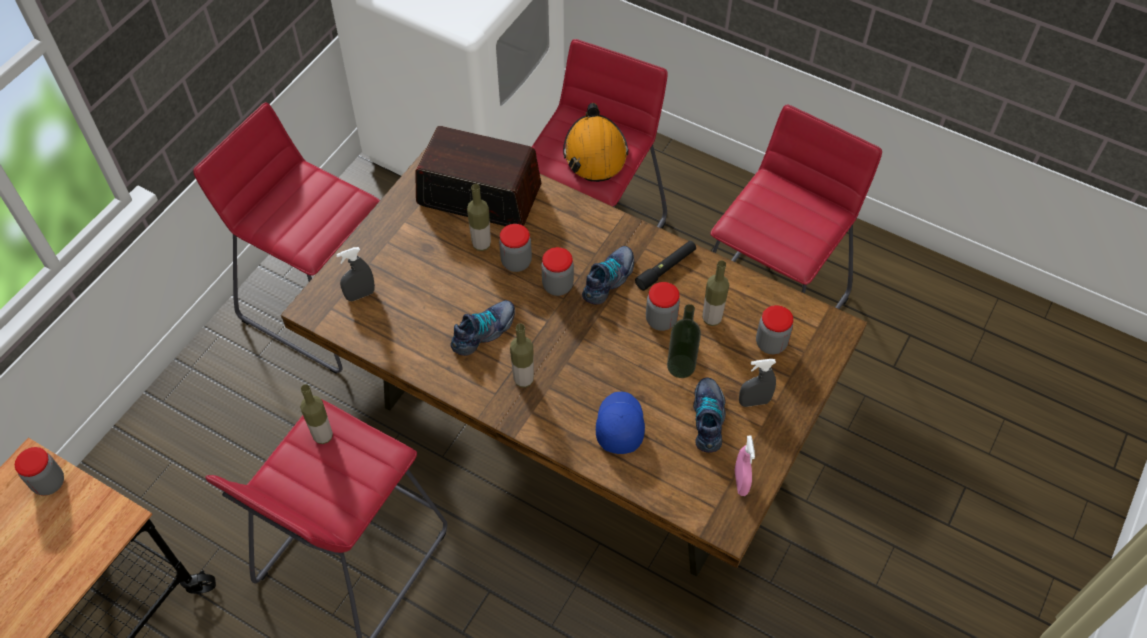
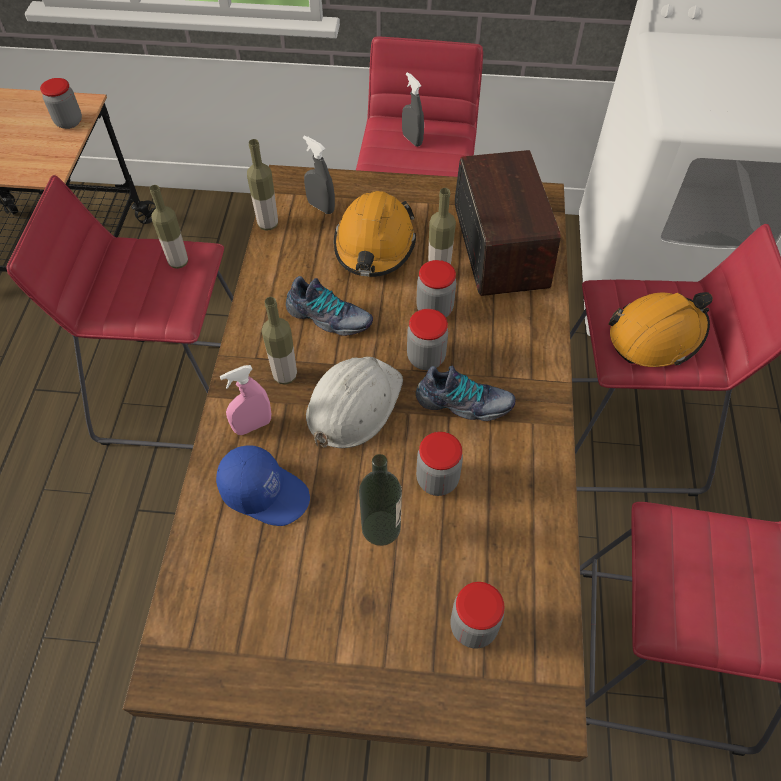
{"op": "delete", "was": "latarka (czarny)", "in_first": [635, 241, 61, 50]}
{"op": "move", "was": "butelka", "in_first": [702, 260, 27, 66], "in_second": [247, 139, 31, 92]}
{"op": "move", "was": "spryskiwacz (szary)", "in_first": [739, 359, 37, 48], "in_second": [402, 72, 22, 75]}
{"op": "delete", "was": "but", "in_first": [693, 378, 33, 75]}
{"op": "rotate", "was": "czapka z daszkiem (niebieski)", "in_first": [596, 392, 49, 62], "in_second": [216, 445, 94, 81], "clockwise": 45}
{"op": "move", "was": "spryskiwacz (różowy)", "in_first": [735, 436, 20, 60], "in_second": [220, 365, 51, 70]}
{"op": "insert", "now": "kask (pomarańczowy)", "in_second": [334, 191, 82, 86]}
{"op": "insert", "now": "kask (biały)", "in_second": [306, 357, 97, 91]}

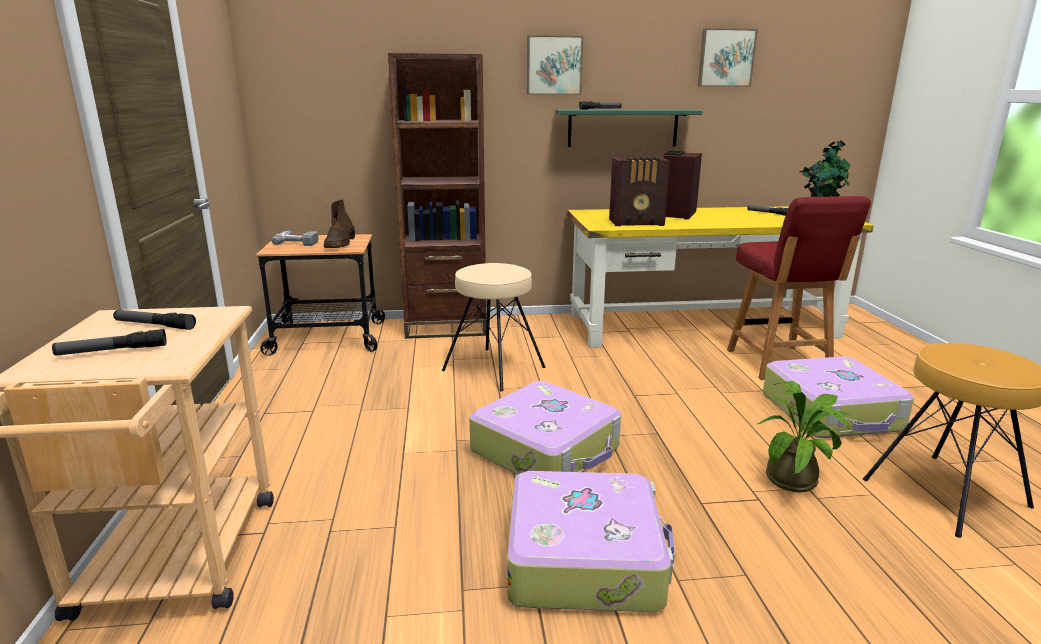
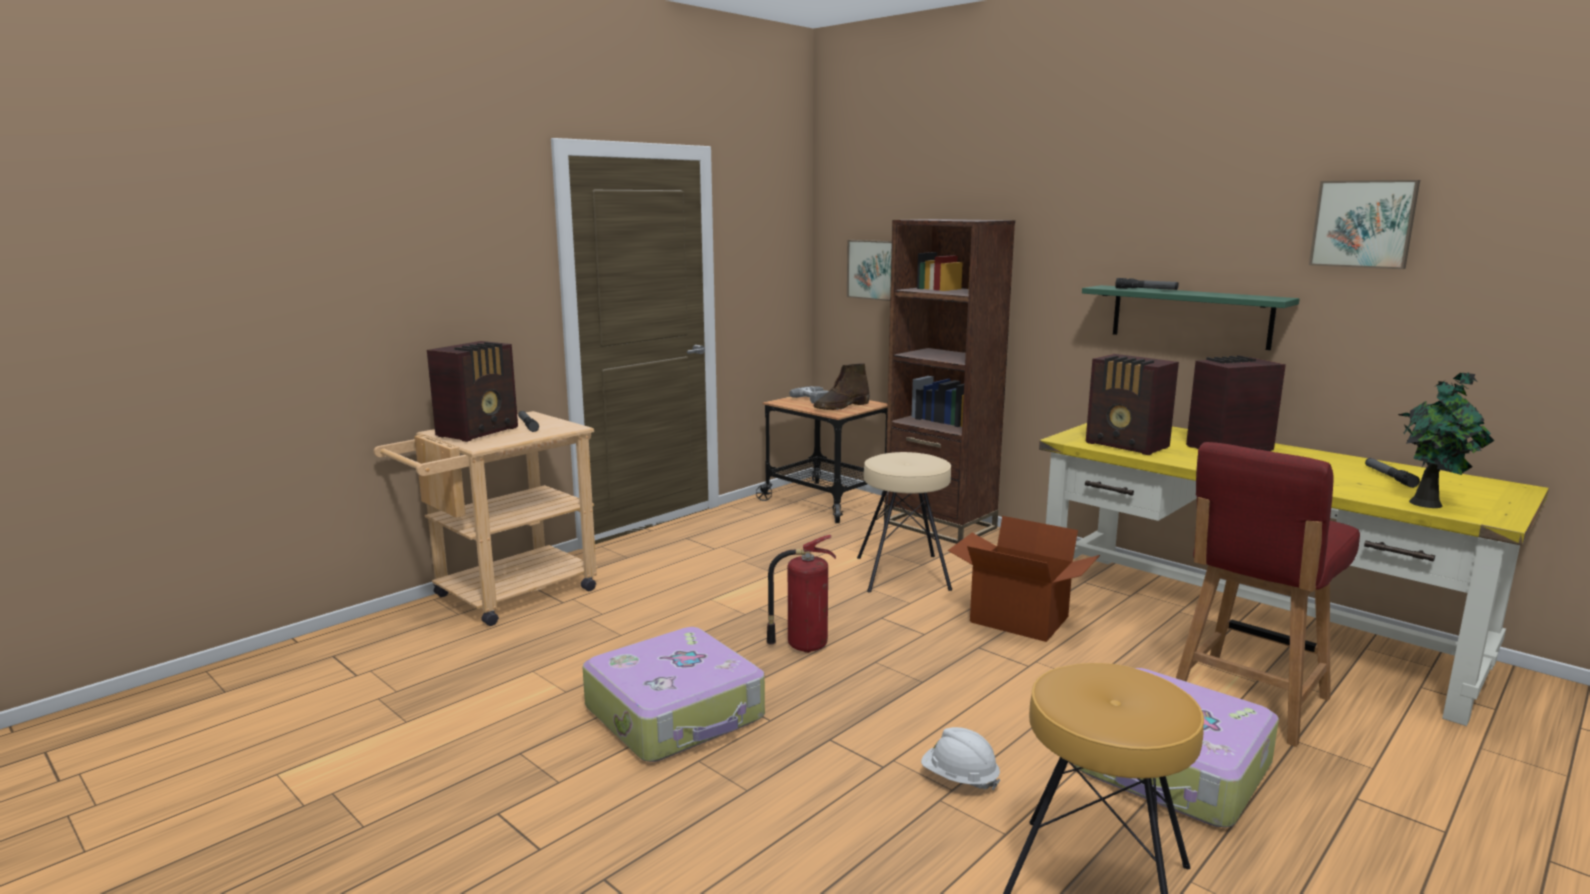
{"op": "move", "was": "obraz", "in_first": [527, 35, 56, 60], "in_second": [847, 240, 45, 61]}
{"op": "replace", "was": "latarka", "now": "radio", "in_first": [52, 329, 114, 27], "in_second": [427, 341, 91, 101]}
{"op": "replace", "was": "walizka", "now": "gaśnica", "in_first": [469, 381, 152, 94], "in_second": [767, 535, 69, 118]}
{"op": "replace", "was": "roślina doniczkowa", "now": "kask (biały)", "in_first": [758, 381, 92, 111], "in_second": [921, 727, 79, 63]}
{"op": "insert", "now": "karton", "in_second": [948, 516, 152, 126]}

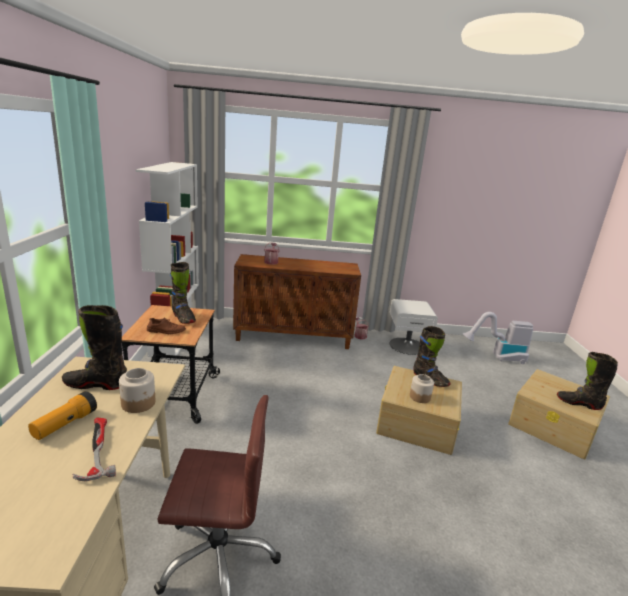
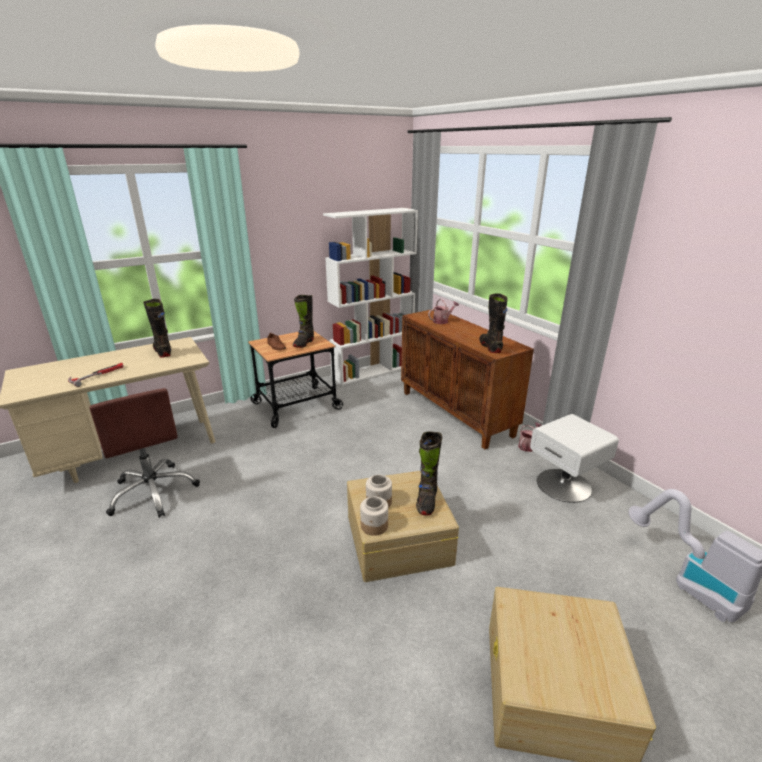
{"op": "move", "was": "but z cholewką (czarny)", "in_first": [557, 352, 61, 58], "in_second": [479, 293, 29, 60]}
{"op": "move", "was": "słoik", "in_first": [119, 368, 36, 45], "in_second": [360, 496, 28, 40]}
{"op": "delete", "was": "latarka", "in_first": [28, 391, 69, 49]}

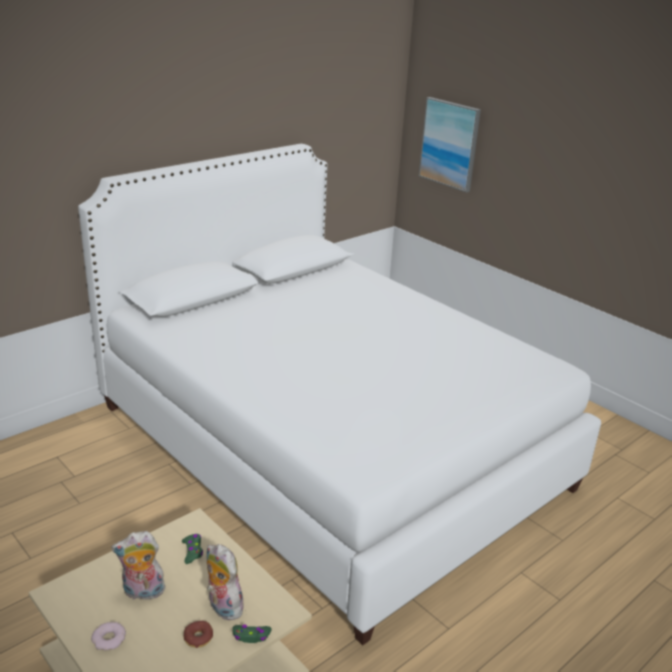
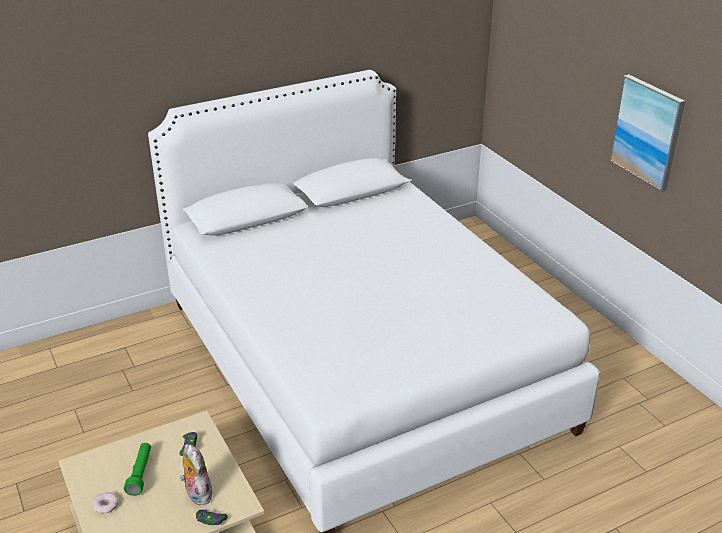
{"op": "move", "was": "obraz", "in_first": [419, 97, 62, 96], "in_second": [609, 75, 76, 117]}
{"op": "replace", "was": "pluszak", "now": "latarka (zielony)", "in_first": [111, 531, 54, 69], "in_second": [124, 443, 27, 53]}
{"op": "delete", "was": "donut", "in_first": [184, 621, 29, 27]}

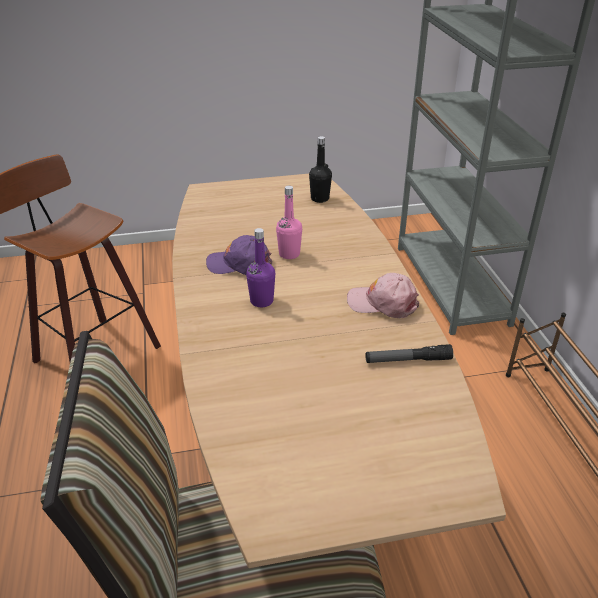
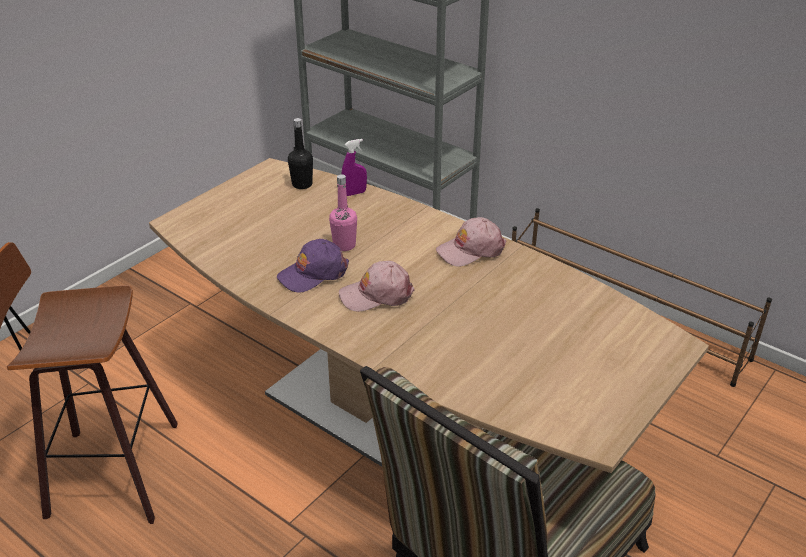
{"op": "replace", "was": "butelka (fioletowy)", "now": "czapka z daszkiem (różowy)", "in_first": [246, 228, 29, 79], "in_second": [339, 261, 76, 51]}
{"op": "delete", "was": "latarka", "in_first": [365, 344, 88, 19]}
{"op": "insert", "now": "spryskiwacz (fioletowy)", "in_second": [341, 139, 26, 57]}

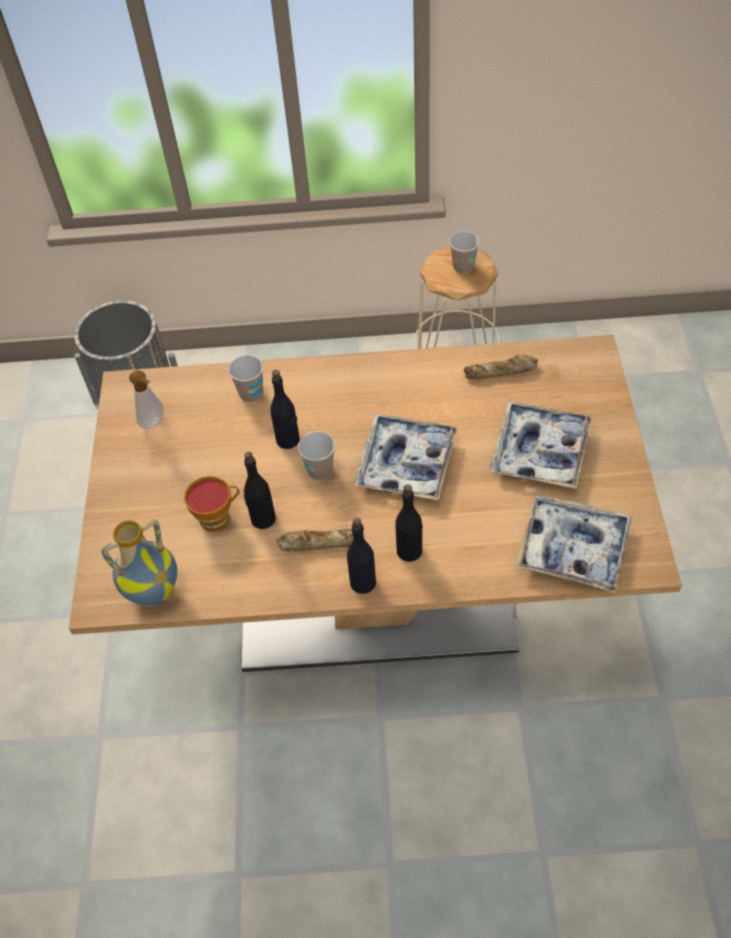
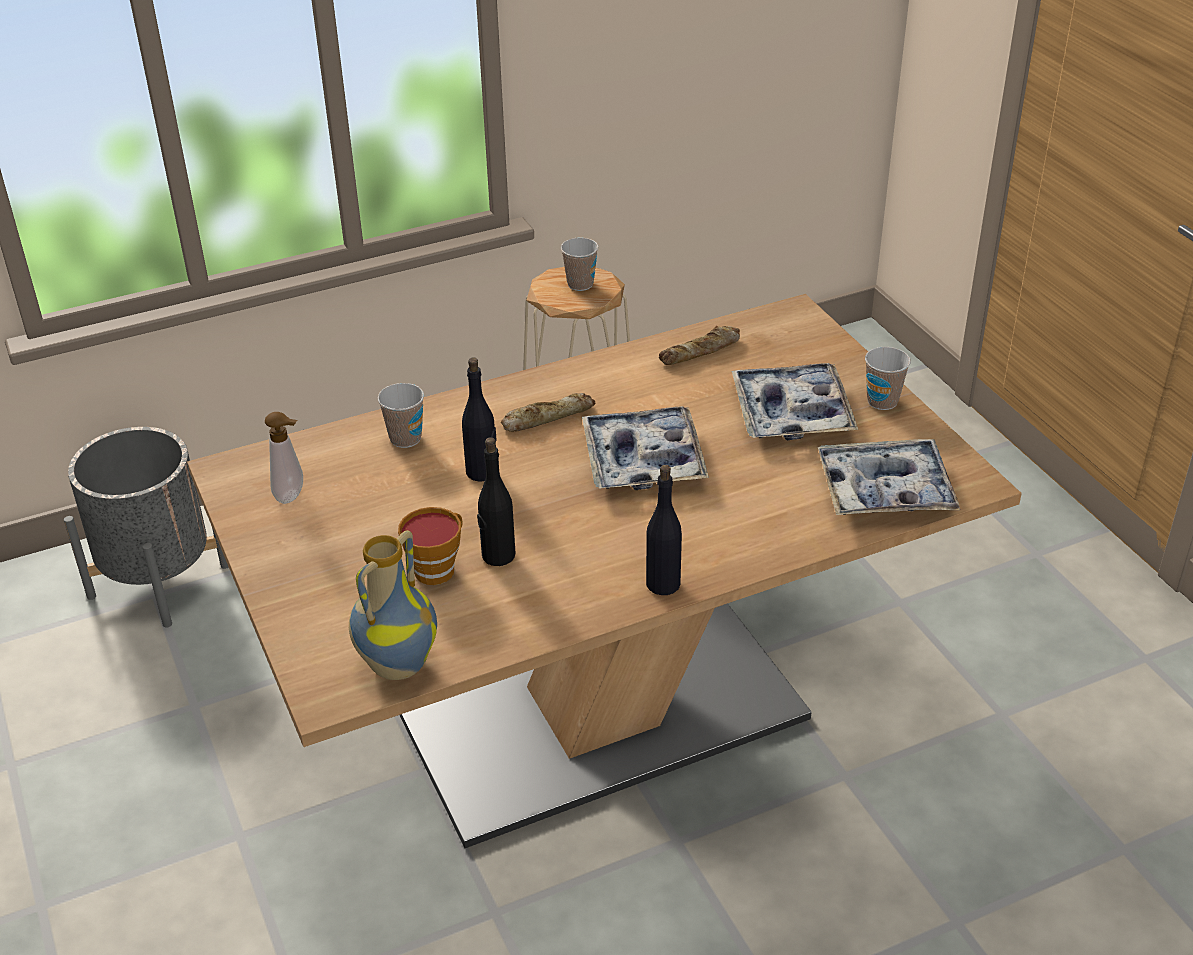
{"op": "move", "was": "filiżanka", "in_first": [298, 431, 37, 49], "in_second": [865, 347, 46, 63]}
{"op": "delete", "was": "butelka (czarny)", "in_first": [395, 484, 28, 78]}
{"op": "move", "was": "chleb", "in_first": [277, 529, 76, 23], "in_second": [501, 393, 95, 39]}

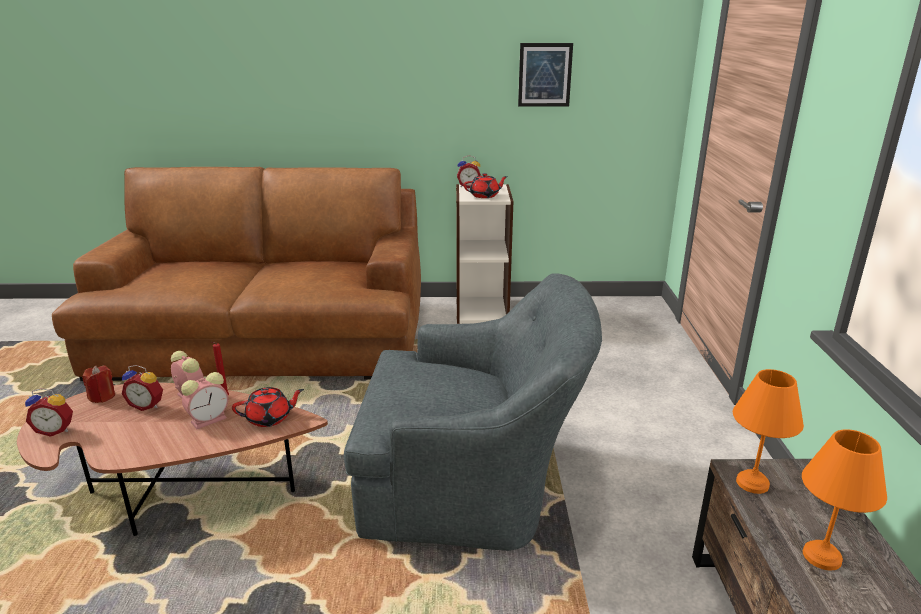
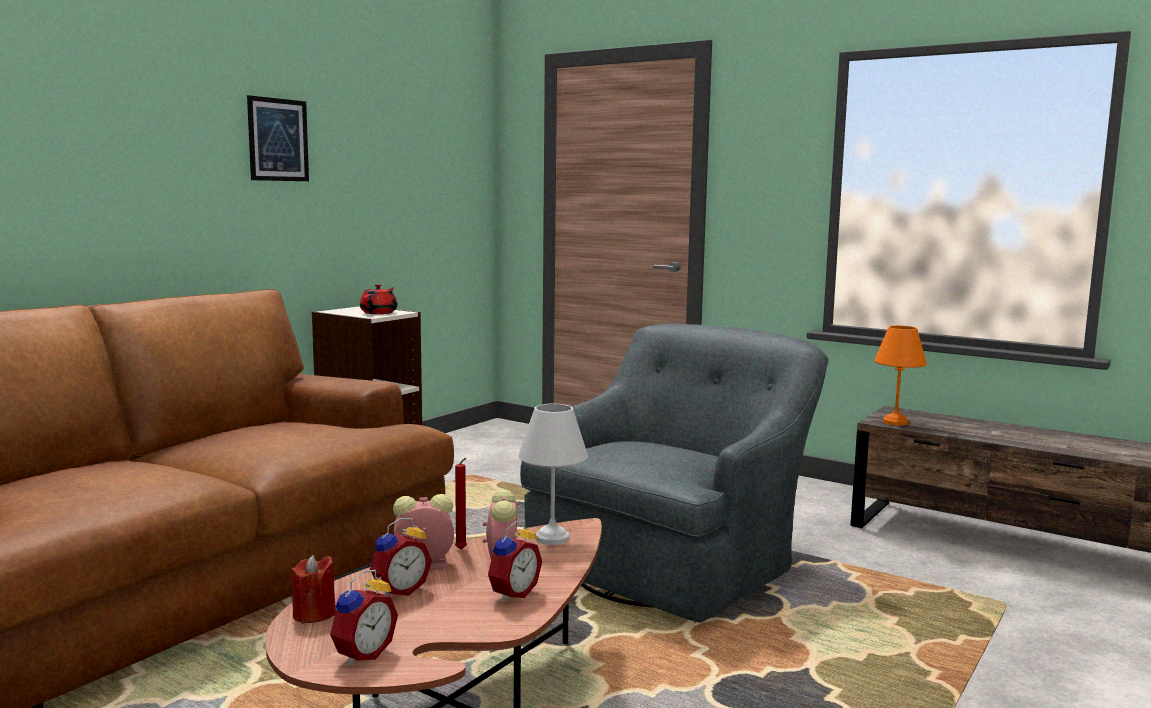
{"op": "move", "was": "obraz", "in_first": [518, 43, 55, 64], "in_second": [247, 95, 62, 86]}
{"op": "move", "was": "budzik", "in_first": [457, 156, 24, 32], "in_second": [488, 521, 54, 81]}
{"op": "replace", "was": "imbryk (czerwony)", "now": "lampa stołowa (biały)", "in_first": [232, 387, 72, 40], "in_second": [518, 404, 70, 141]}
{"op": "delete", "was": "lampa stołowa (pomarańczowy)", "in_first": [802, 429, 85, 141]}

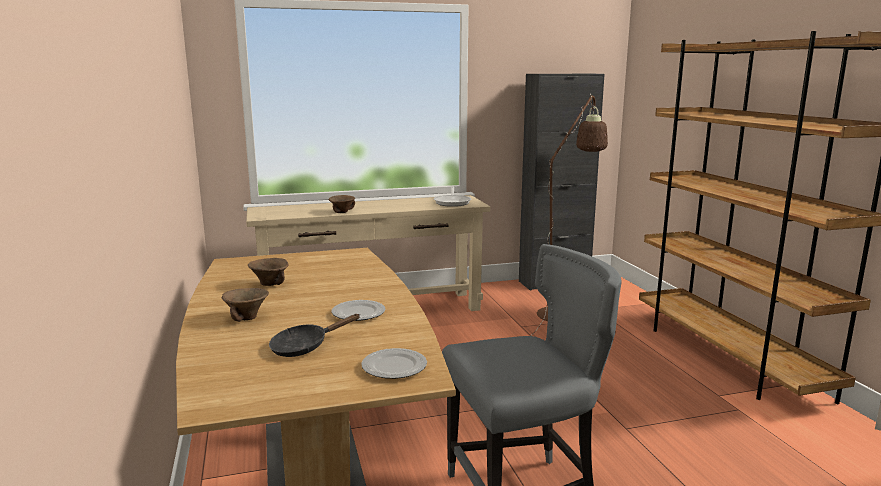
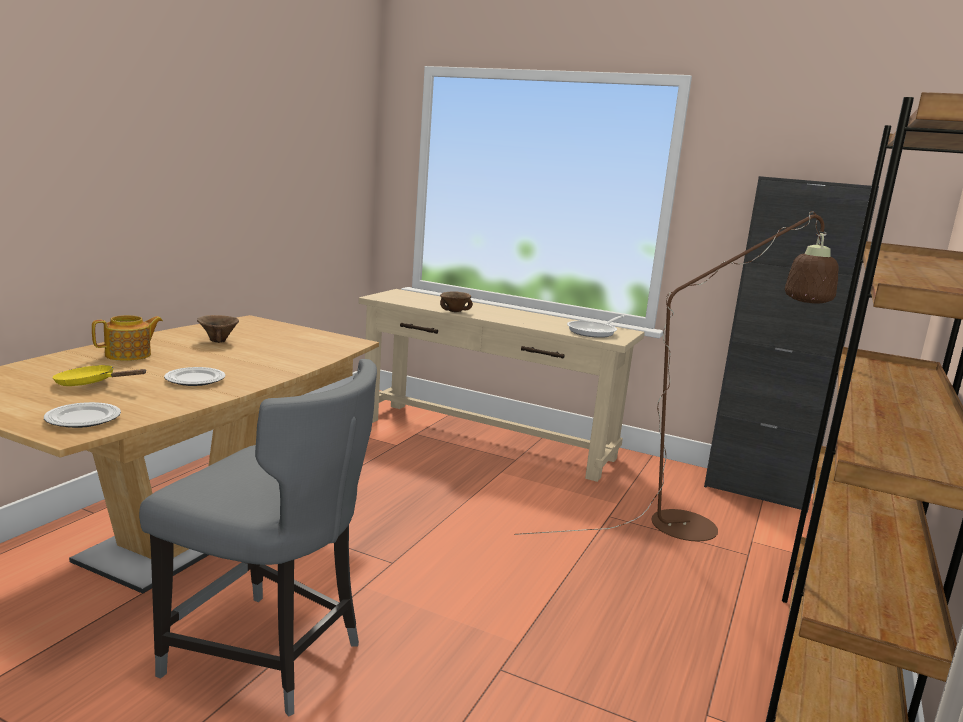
{"op": "replace", "was": "miska (brązowy)", "now": "imbryk", "in_first": [222, 288, 47, 34], "in_second": [92, 315, 71, 46]}
{"op": "recolor", "was": "patelnia (czarny)", "now": "patelnia (żółty)", "in_first": [269, 314, 91, 43], "in_second": [53, 365, 94, 21]}

